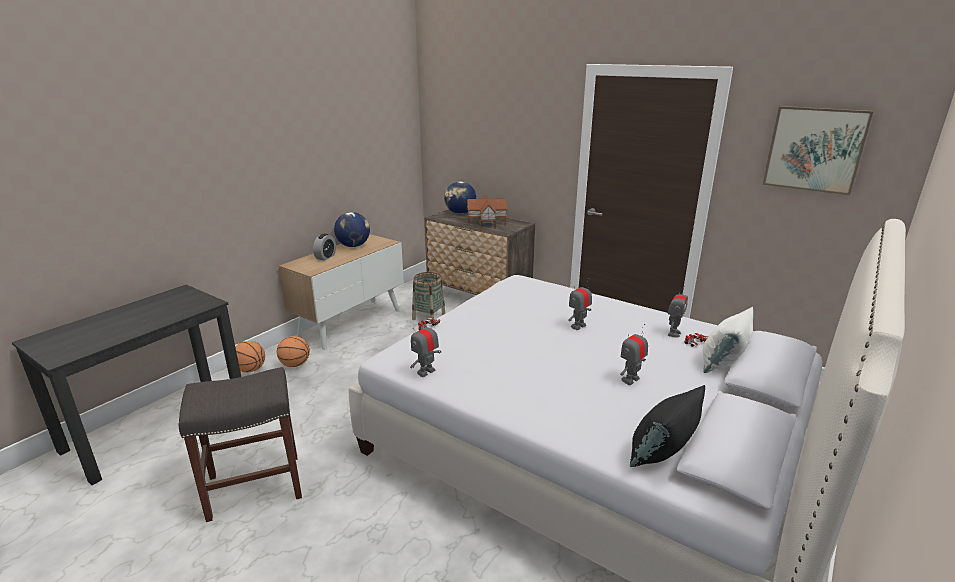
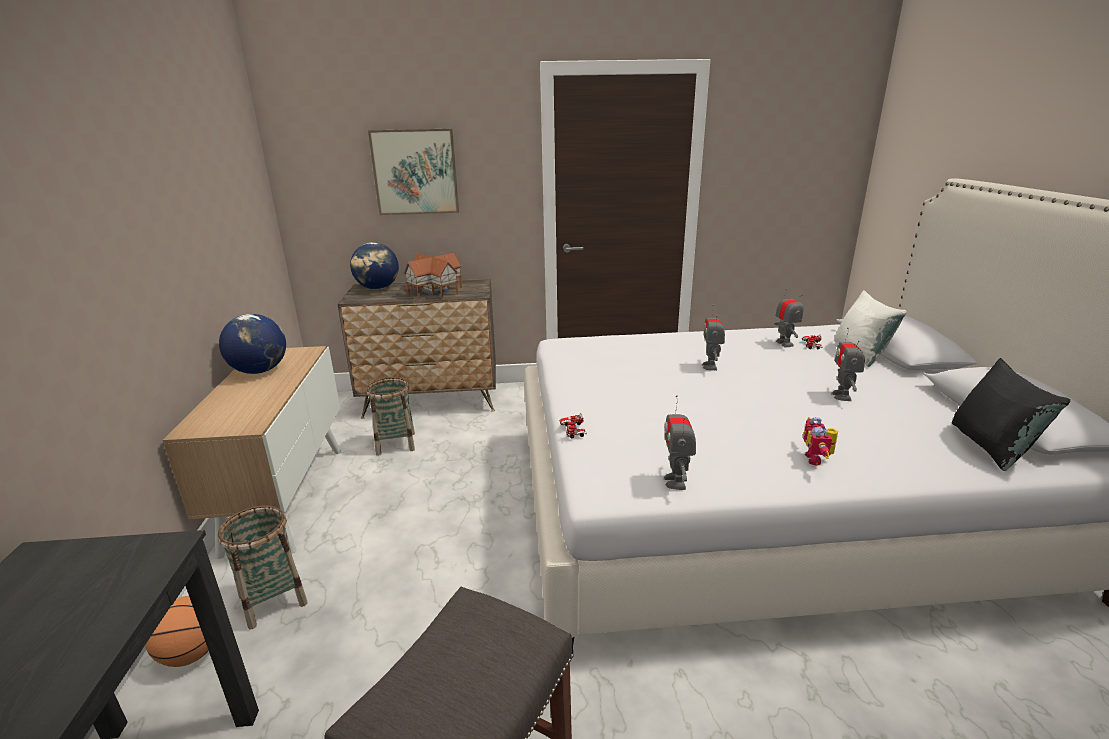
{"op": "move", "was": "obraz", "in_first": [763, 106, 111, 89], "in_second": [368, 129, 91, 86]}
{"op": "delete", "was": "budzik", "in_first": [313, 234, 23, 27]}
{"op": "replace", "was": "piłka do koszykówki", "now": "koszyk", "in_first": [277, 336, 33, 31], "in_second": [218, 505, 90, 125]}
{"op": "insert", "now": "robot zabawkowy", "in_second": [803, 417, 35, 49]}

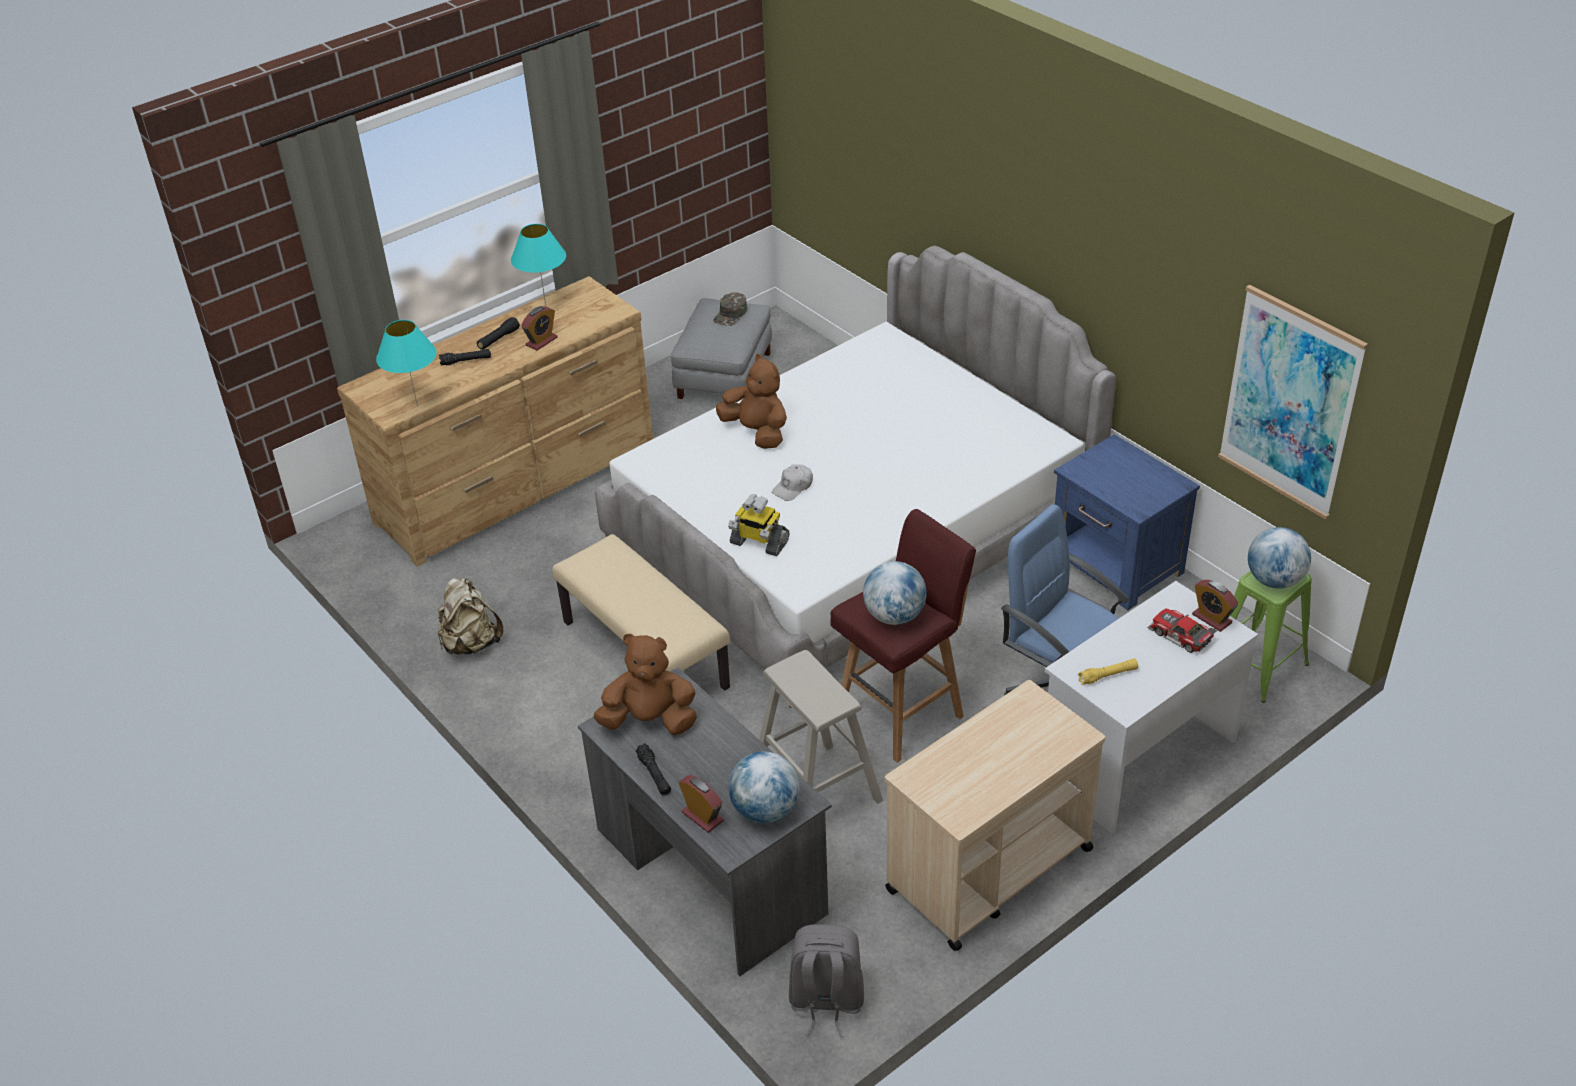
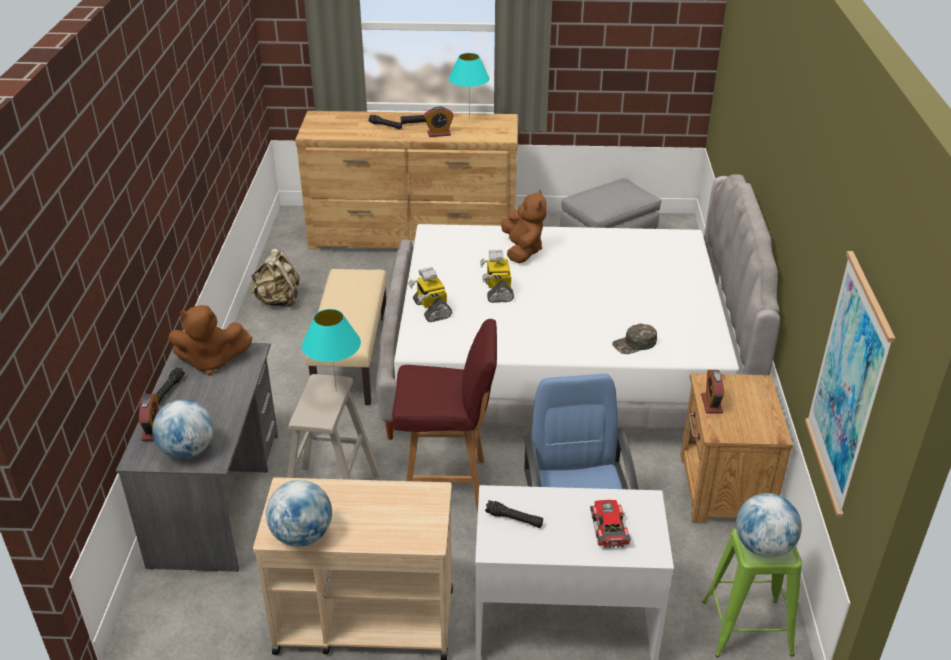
{"op": "move", "was": "czapka z daszkiem (zielony)", "in_first": [713, 292, 34, 34], "in_second": [612, 324, 45, 30]}
{"op": "move", "was": "lampa stołowa (turkusowy)", "in_first": [376, 320, 61, 87], "in_second": [302, 309, 59, 83]}
{"op": "recolor", "was": "szafka nocna (niebieski)", "now": "szafka nocna (brązowy)", "in_first": [1054, 434, 146, 176], "in_second": [681, 373, 112, 150]}
{"op": "replace", "was": "czapka z daszkiem (biały)", "now": "robot zabawkowy", "in_first": [772, 464, 41, 37], "in_second": [480, 250, 34, 53]}
{"op": "move", "was": "globus", "in_first": [863, 561, 64, 64], "in_second": [266, 480, 66, 67]}
{"op": "move", "was": "budzik", "in_first": [1192, 580, 46, 52], "in_second": [701, 370, 23, 44]}
{"op": "rotate", "was": "pluszak (brązowy)", "in_first": [593, 633, 104, 102], "in_second": [168, 305, 85, 71], "clockwise": 135}
{"op": "recolor", "was": "latarka (żółty)", "now": "latarka (czarny)", "in_first": [1078, 658, 60, 27], "in_second": [485, 500, 58, 28]}
{"op": "delete", "was": "plecak (szary)", "in_first": [789, 924, 75, 113]}

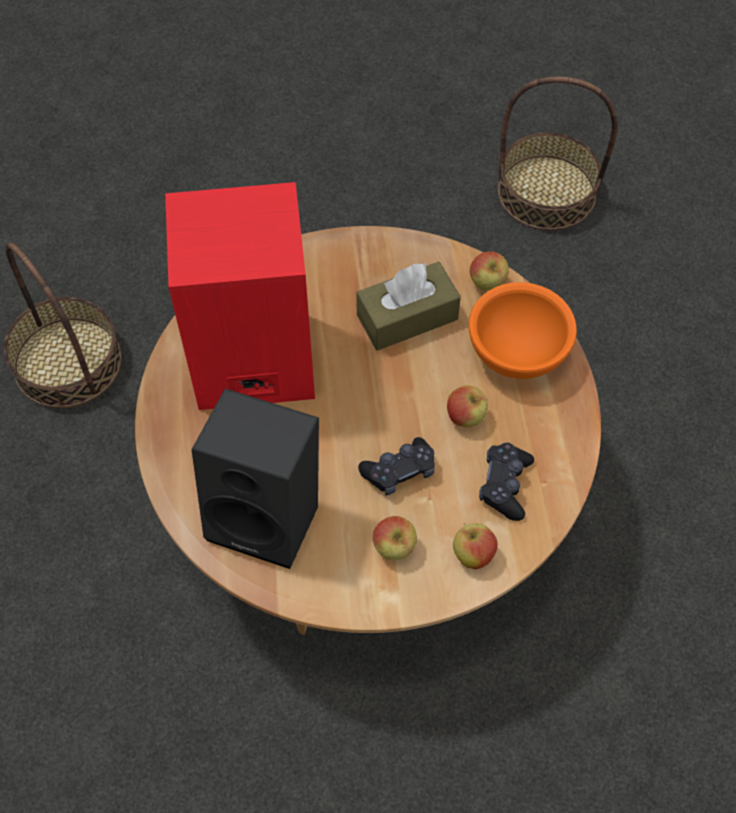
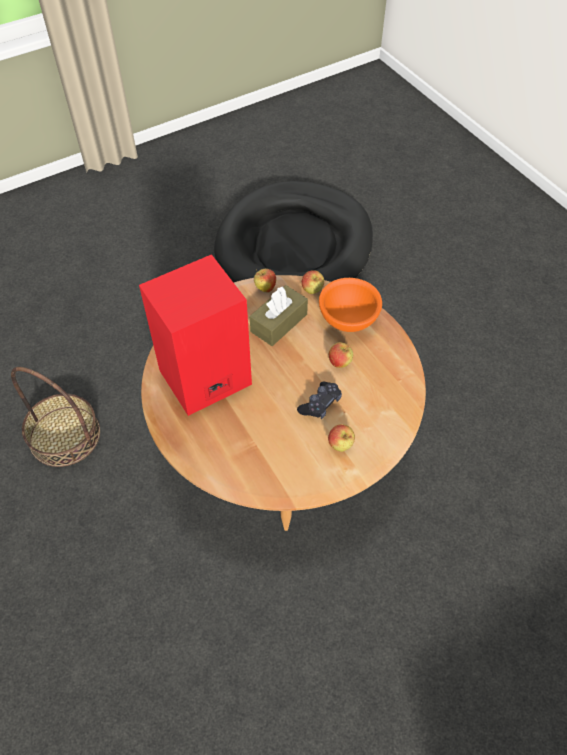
{"op": "replace", "was": "koszyk", "now": "legowisko (czarny)", "in_first": [498, 76, 120, 155], "in_second": [214, 181, 159, 102]}
{"op": "delete", "was": "głośnik (czarny)", "in_first": [192, 388, 127, 181]}
{"op": "delete", "was": "pad do gier (czarny)", "in_first": [479, 443, 55, 78]}
{"op": "move", "was": "jabłko", "in_first": [453, 523, 45, 46], "in_second": [254, 269, 22, 24]}

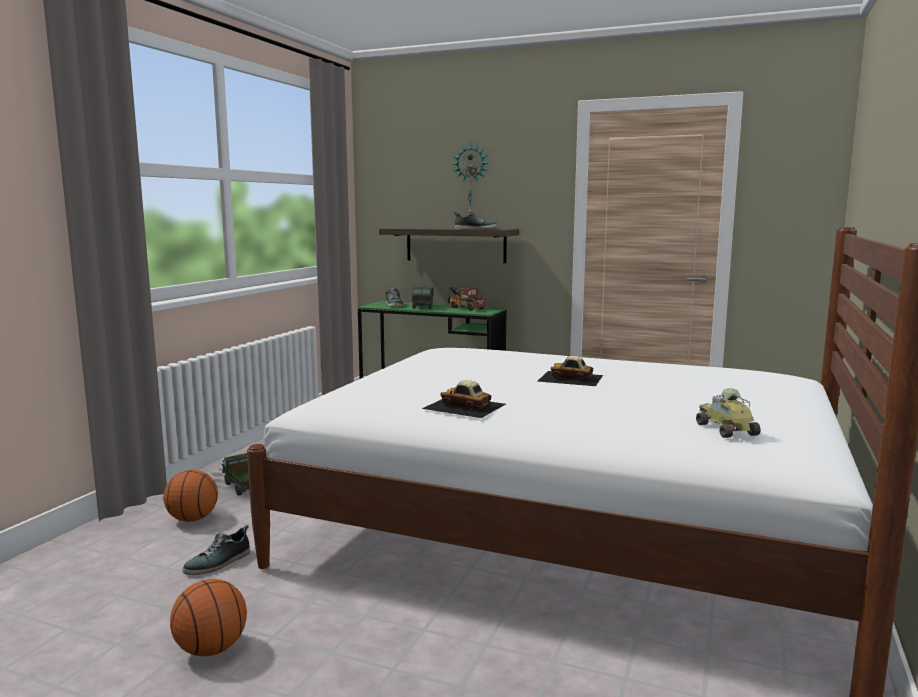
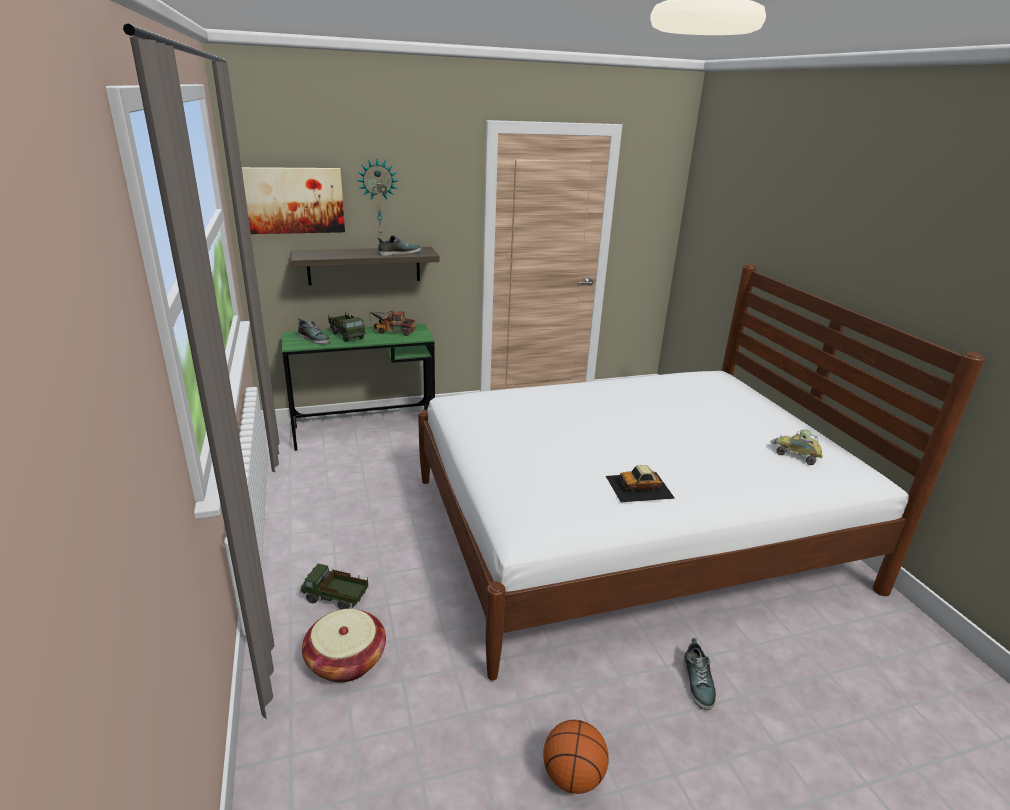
{"op": "delete", "was": "samochodzik", "in_first": [537, 356, 66, 30]}
{"op": "replace", "was": "piłka do koszykówki", "now": "koszyk", "in_first": [163, 470, 55, 52], "in_second": [302, 609, 84, 74]}
{"op": "move", "was": "but", "in_first": [182, 525, 68, 50], "in_second": [683, 638, 33, 72]}
{"op": "insert", "now": "obraz", "in_second": [242, 167, 103, 67]}

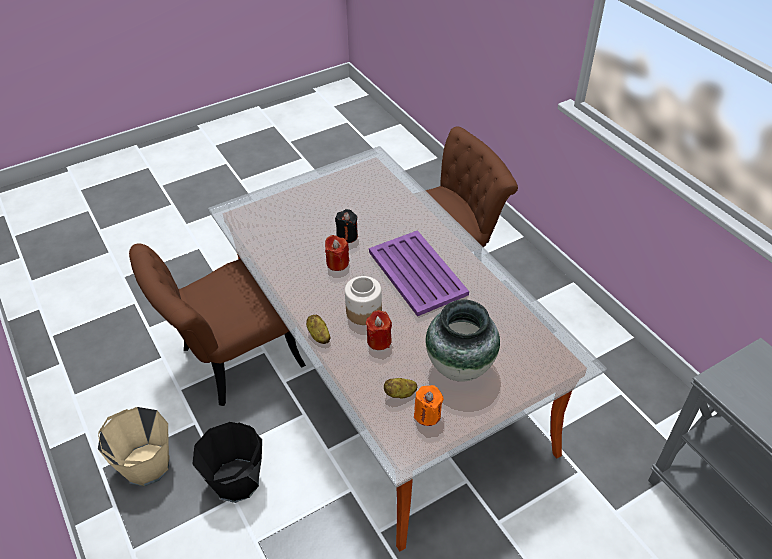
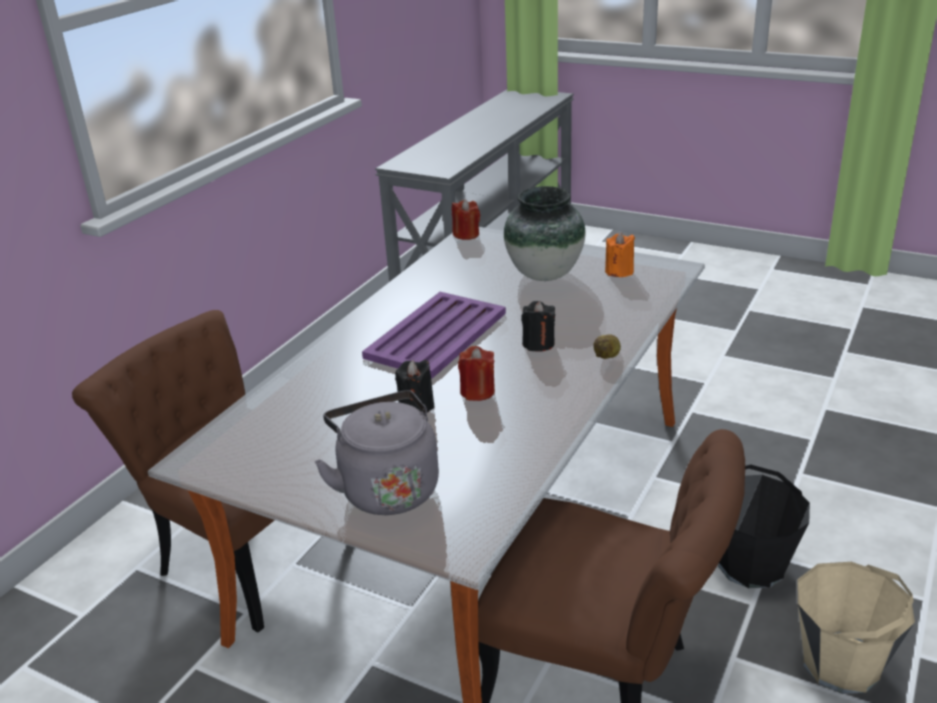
{"op": "replace", "was": "słoik", "now": "świeca (czarny)", "in_first": [345, 276, 37, 49], "in_second": [521, 301, 34, 51]}
{"op": "move", "was": "świeca (czerwony)", "in_first": [366, 310, 26, 40], "in_second": [452, 199, 28, 41]}
{"op": "delete", "was": "ziemniak", "in_first": [384, 378, 34, 20]}
{"op": "insert", "now": "czajnik (szary)", "in_second": [314, 390, 125, 125]}

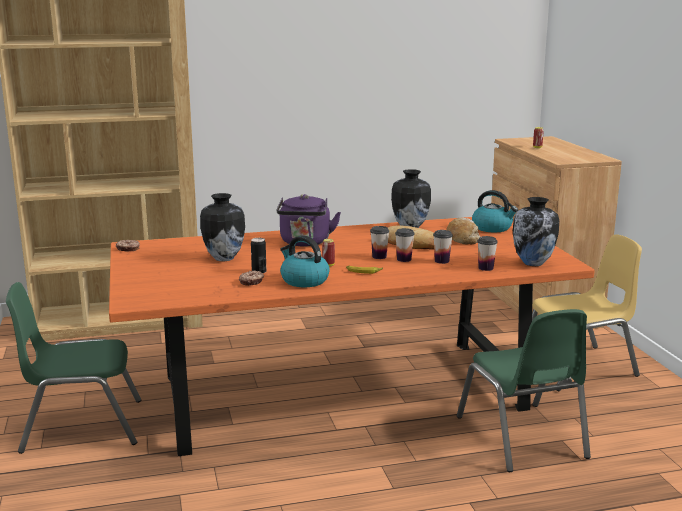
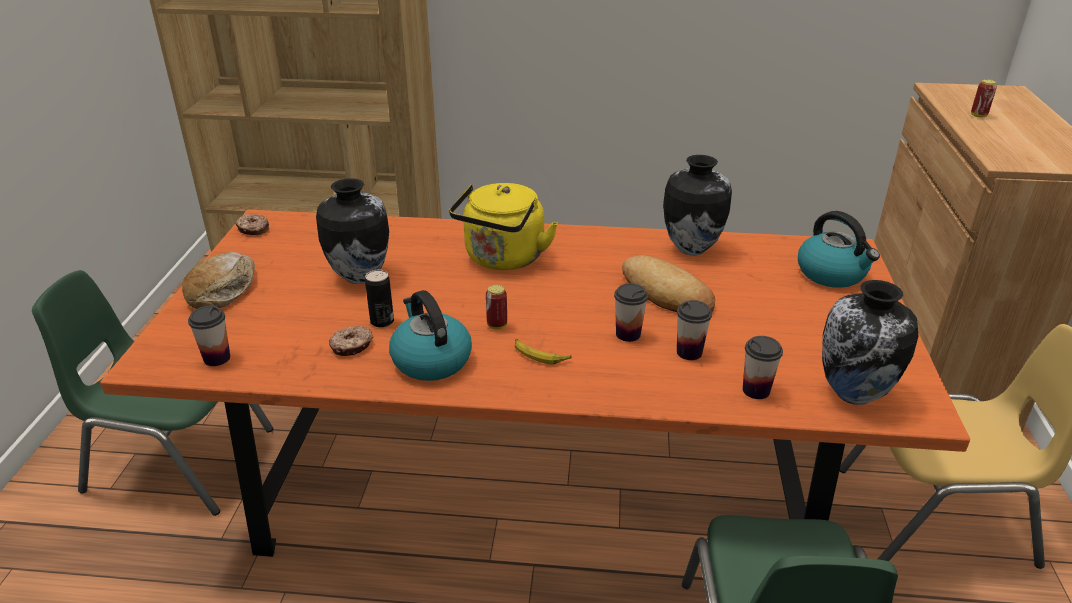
{"op": "recolor", "was": "czajnik (fioletowy)", "now": "czajnik (żółty)", "in_first": [277, 194, 64, 52], "in_second": [449, 183, 109, 87]}
{"op": "move", "was": "chleb", "in_first": [447, 218, 33, 26], "in_second": [182, 252, 73, 57]}
{"op": "move", "was": "filiżanka", "in_first": [370, 226, 19, 33], "in_second": [188, 306, 42, 60]}

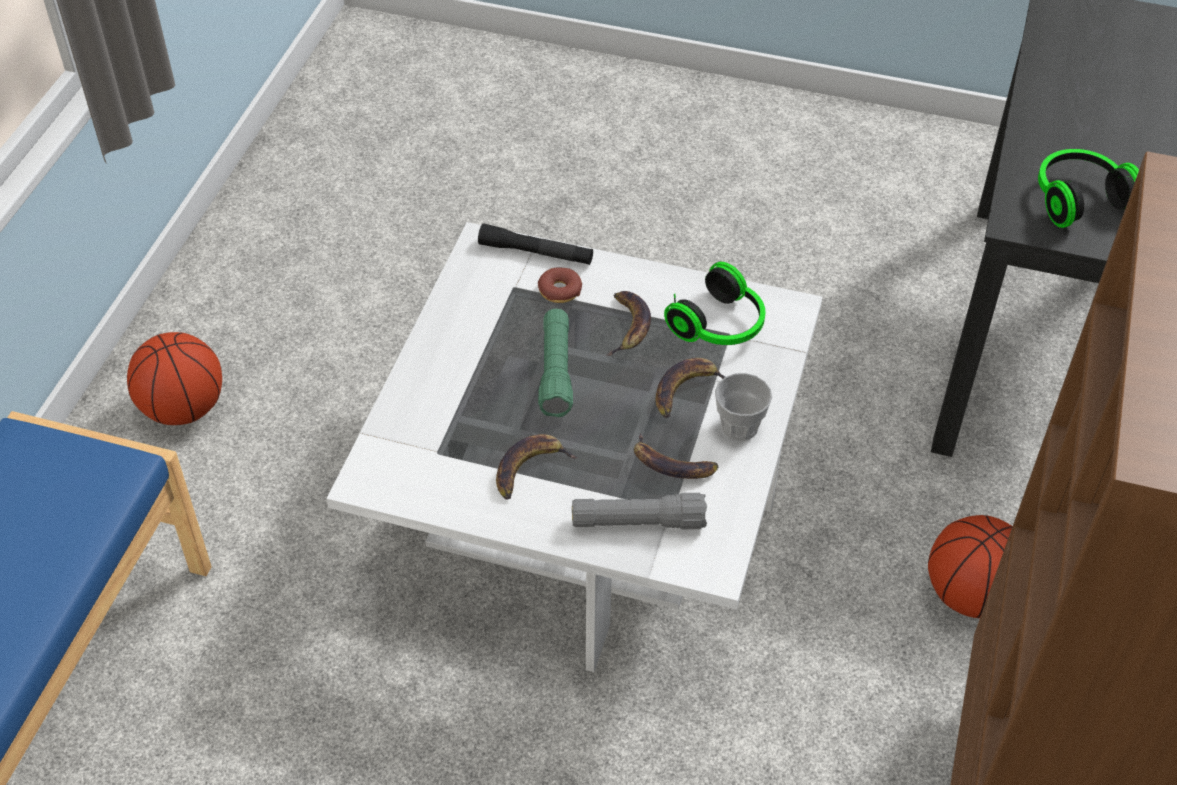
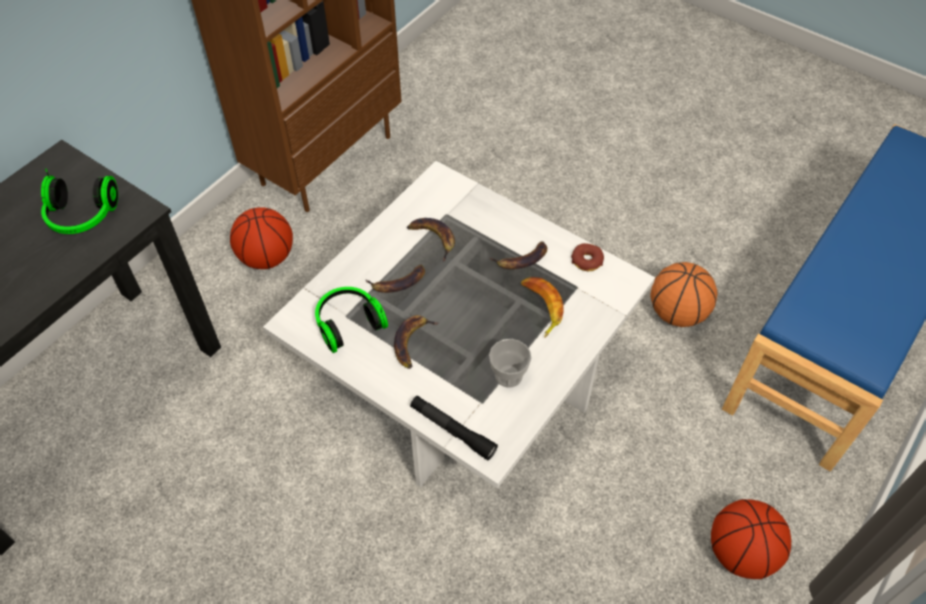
{"op": "move", "was": "donut", "in_first": [538, 267, 44, 36], "in_second": [571, 243, 33, 28]}
{"op": "delete", "was": "latarka (zielony)", "in_first": [538, 309, 35, 108]}
{"op": "move", "was": "filiżanka", "in_first": [715, 373, 57, 68], "in_second": [489, 339, 42, 49]}
{"op": "delete", "was": "latarka (szary)", "in_first": [572, 493, 135, 36]}
{"op": "insert", "now": "piłka do koszykówki", "in_second": [650, 262, 68, 65]}
{"op": "insert", "now": "banan", "in_second": [521, 277, 43, 60]}

